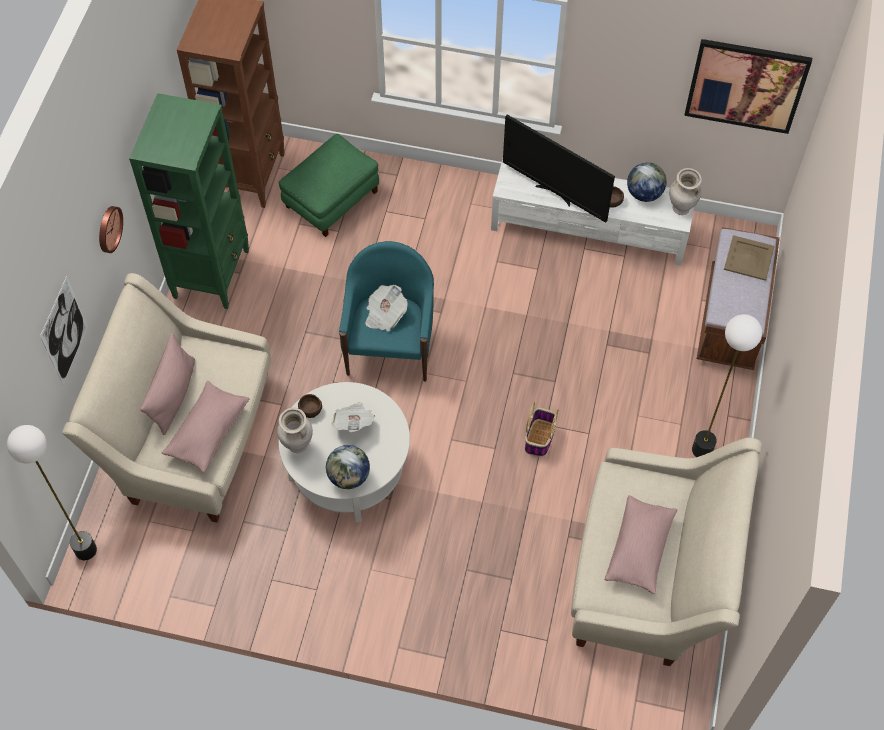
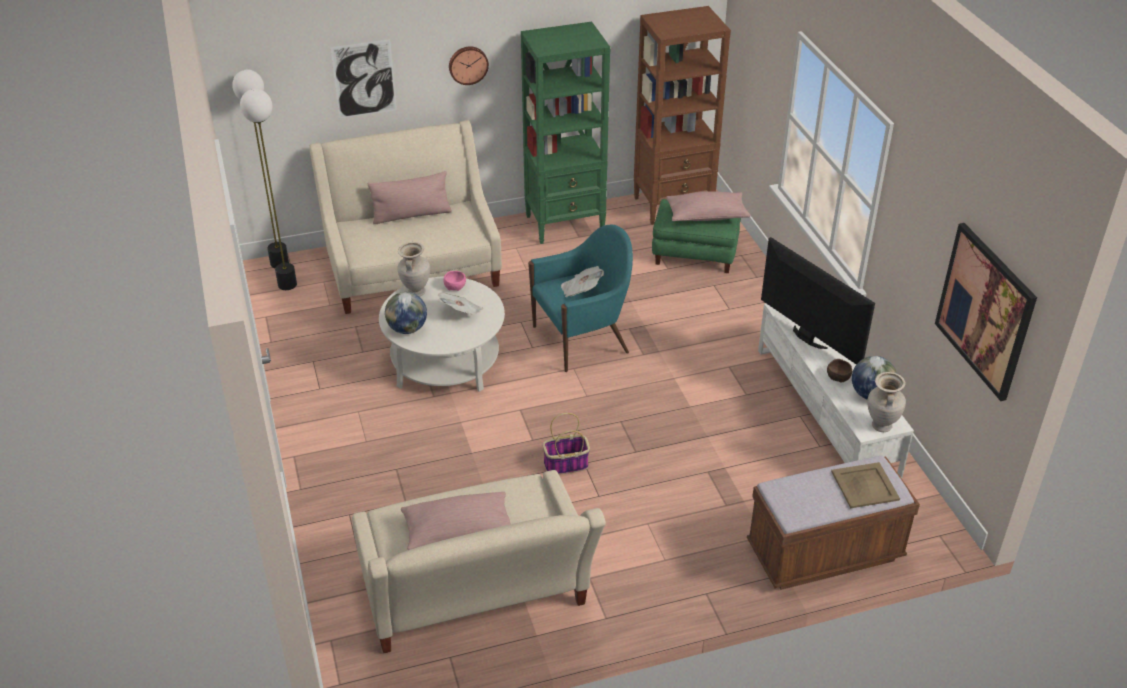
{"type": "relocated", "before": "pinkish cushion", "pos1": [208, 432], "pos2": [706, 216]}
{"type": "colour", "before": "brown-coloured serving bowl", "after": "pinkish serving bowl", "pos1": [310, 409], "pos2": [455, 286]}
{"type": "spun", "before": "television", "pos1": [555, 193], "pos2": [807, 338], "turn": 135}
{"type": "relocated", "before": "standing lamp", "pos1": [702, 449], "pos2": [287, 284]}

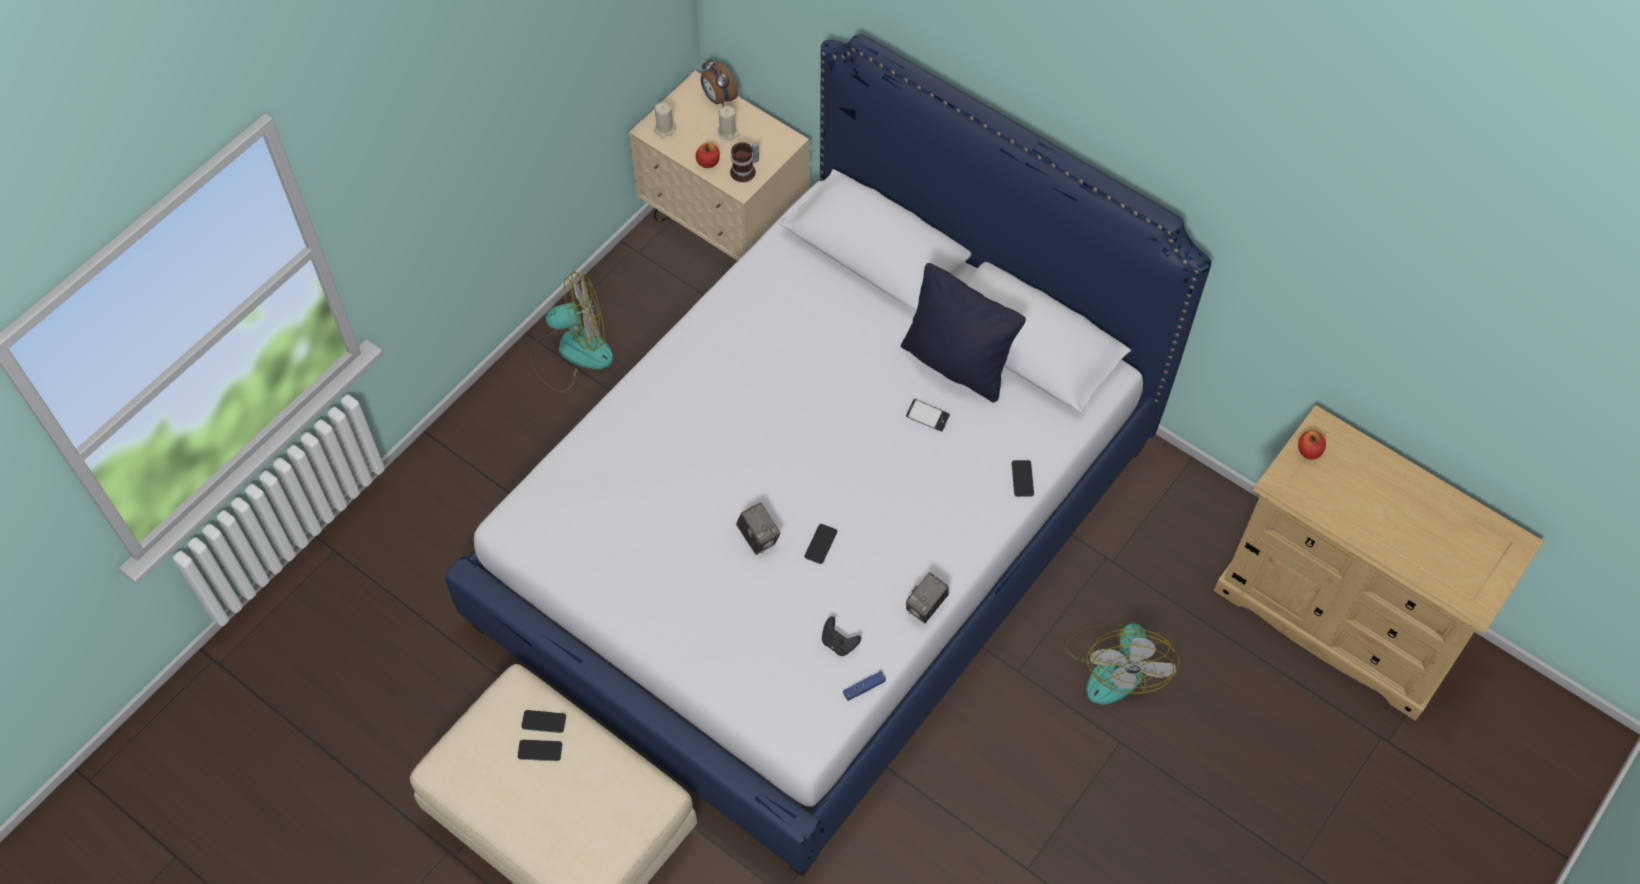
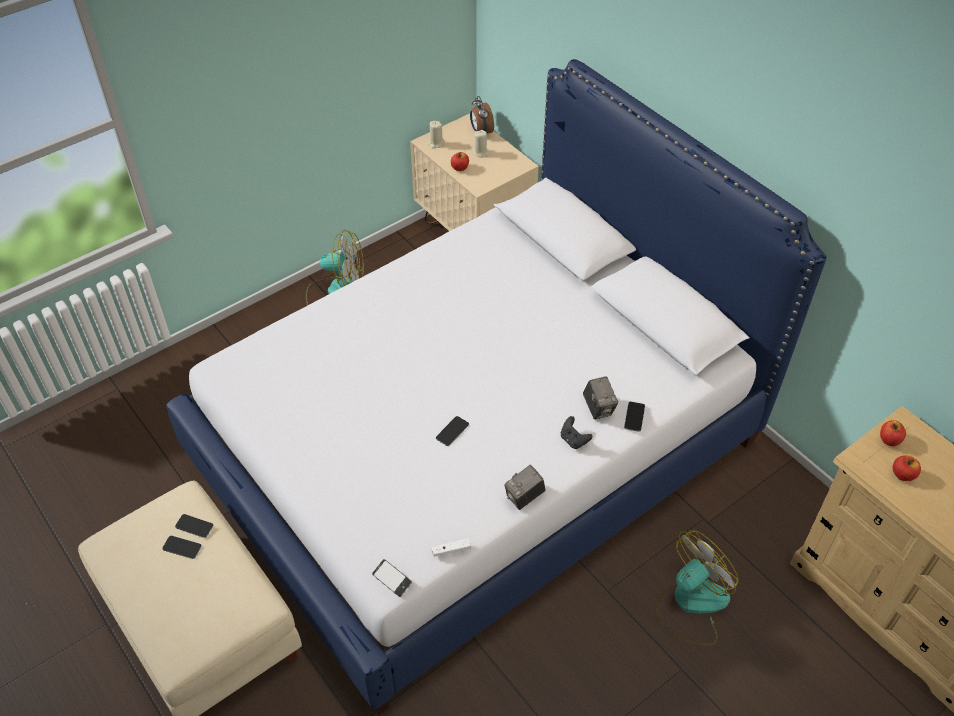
{"type": "missing", "before": "tea mug", "pos1": [745, 171]}
{"type": "relocated", "before": "still camera", "pos1": [758, 538], "pos2": [598, 408]}
{"type": "relocated", "before": "black game controller", "pos1": [839, 643], "pos2": [573, 440]}
{"type": "colour", "before": "bluish game controller", "after": "white game controller", "pos1": [864, 688], "pos2": [451, 550]}
{"type": "missing", "before": "black cushion", "pos1": [957, 363]}
{"type": "relocated", "before": "phone", "pos1": [927, 417], "pos2": [392, 579]}
{"type": "spun", "before": "cooling fan", "pos1": [1115, 665], "pos2": [691, 604], "turn": -150}
{"type": "appeared", "after": "whole apple", "pos2": [903, 474]}

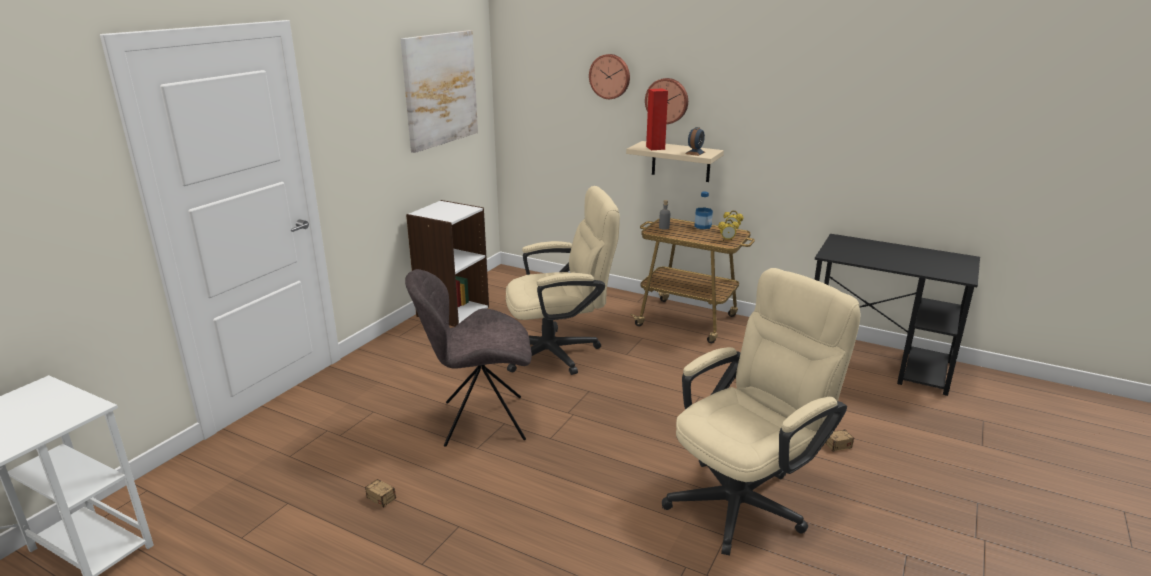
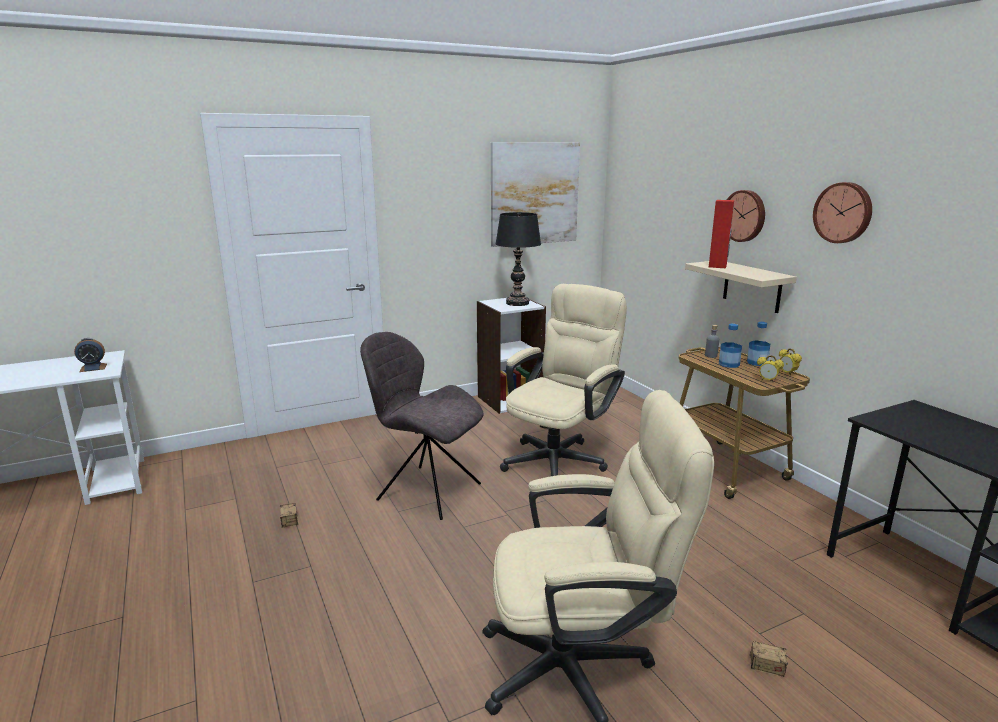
{"type": "spun", "before": "beige-coloured desk chair", "pos1": [559, 352], "pos2": [560, 458], "turn": -75}
{"type": "relocated", "before": "hanging clock", "pos1": [610, 76], "pos2": [843, 212]}
{"type": "relocated", "before": "bedside clock", "pos1": [695, 153], "pos2": [93, 368]}
{"type": "appeared", "after": "black table lamp", "pos2": [517, 303]}
{"type": "appeared", "after": "beverage bottle", "pos2": [729, 364]}

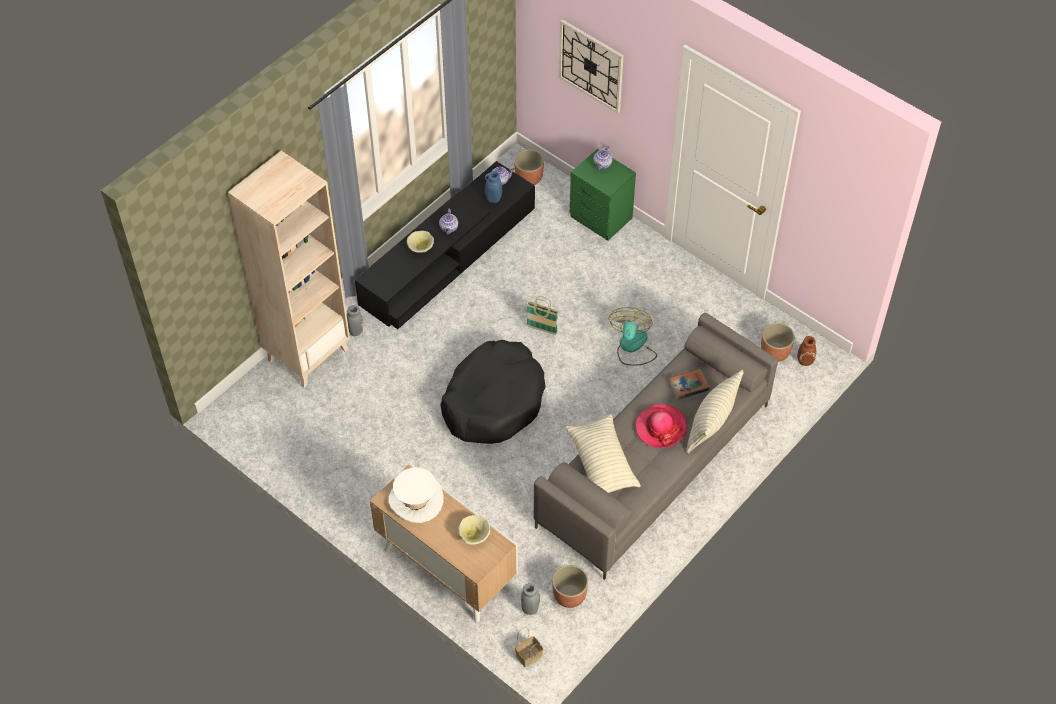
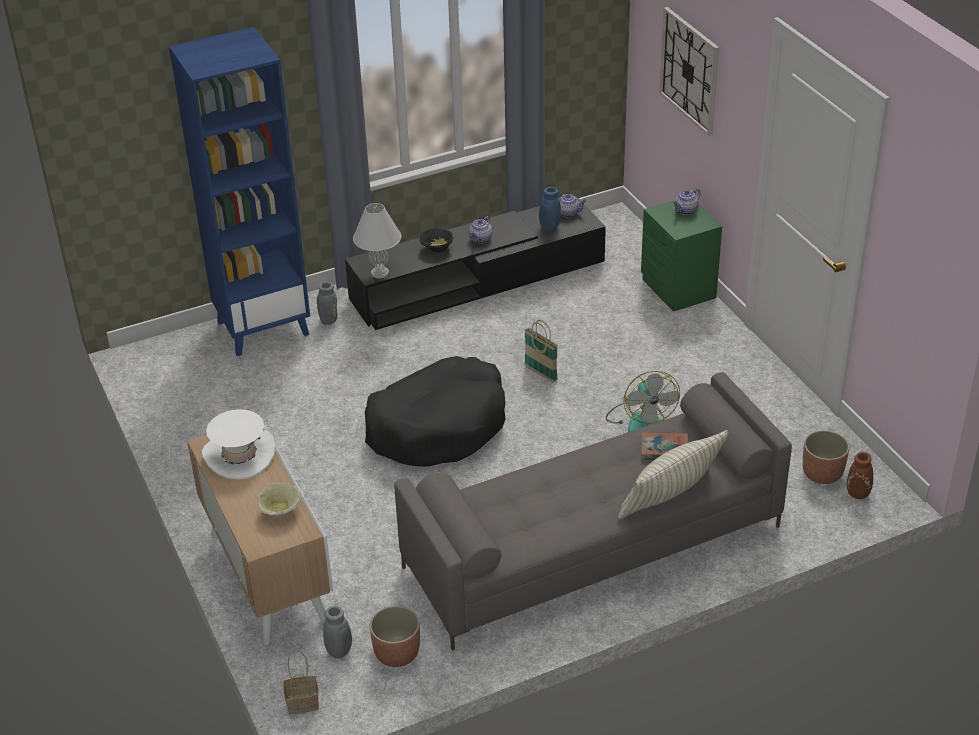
{"type": "colour", "before": "beige-coloured bookcase", "after": "bluish bookcase", "pos1": [308, 354], "pos2": [263, 327]}
{"type": "colour", "before": "beige-coloured serving bowl", "after": "black serving bowl", "pos1": [420, 247], "pos2": [437, 248]}
{"type": "missing", "before": "planter", "pos1": [529, 178]}
{"type": "missing", "before": "cushion", "pos1": [602, 463]}
{"type": "spun", "before": "cooling fan", "pos1": [632, 347], "pos2": [640, 419], "turn": 135}
{"type": "missing", "before": "wearable hat", "pos1": [660, 427]}
{"type": "appeared", "after": "white table lamp", "pos2": [379, 273]}

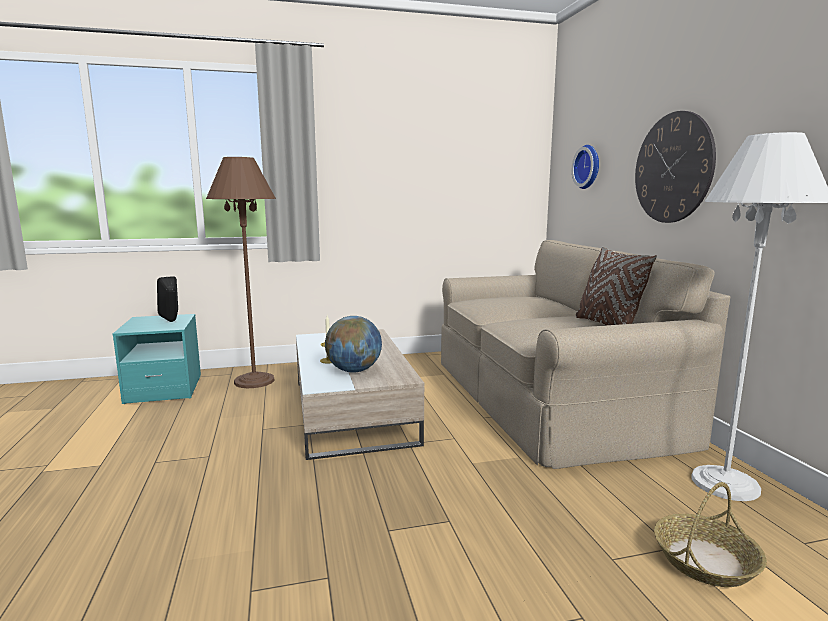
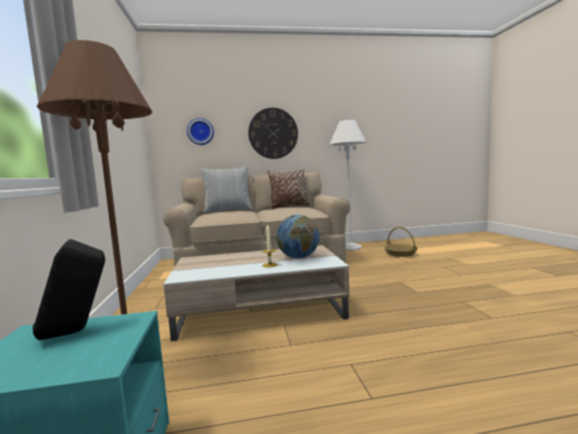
{"type": "appeared", "after": "cushion", "pos2": [228, 210]}

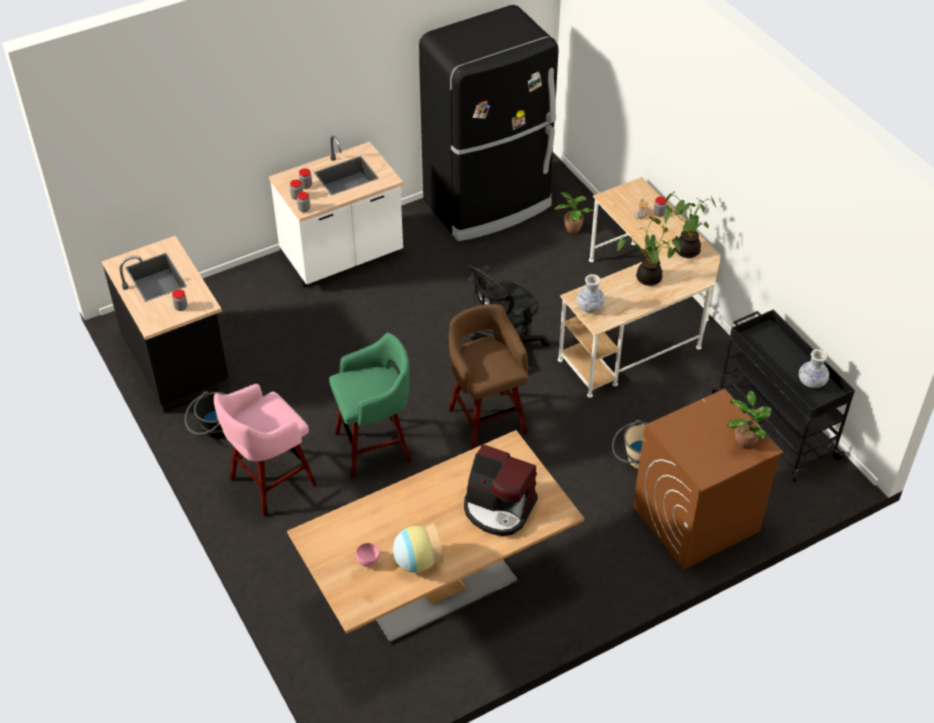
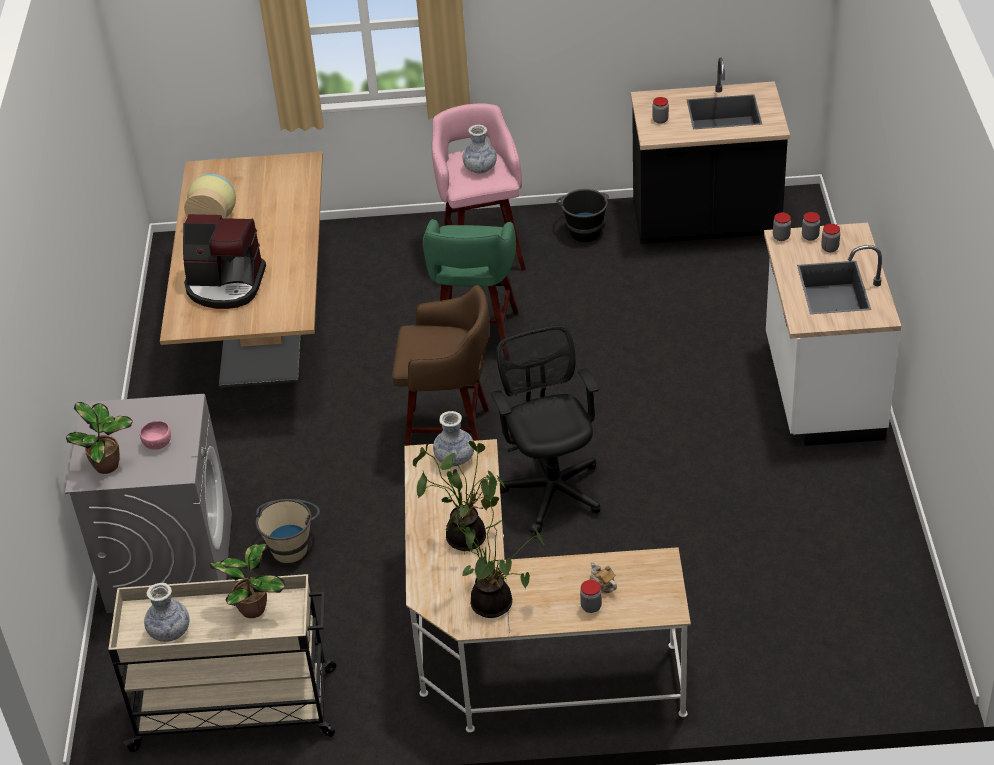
{"type": "relocated", "before": "pinkish serving bowl", "pos1": [368, 560], "pos2": [158, 443]}
{"type": "missing", "before": "black refrigerator", "pos1": [489, 204]}
{"type": "spun", "before": "coffee brewer", "pos1": [498, 508], "pos2": [225, 285], "turn": -135}
{"type": "relocated", "before": "plant in a pot", "pos1": [571, 228], "pos2": [254, 607]}
{"type": "colour", "before": "brown-coloured laundry machine", "after": "grey laundry machine", "pos1": [695, 519], "pos2": [170, 561]}
{"type": "colour", "before": "black wheeled cart", "after": "beige-coloured wheeled cart", "pos1": [773, 425], "pos2": [237, 709]}
{"type": "appeared", "after": "decorative vase", "pos2": [480, 168]}

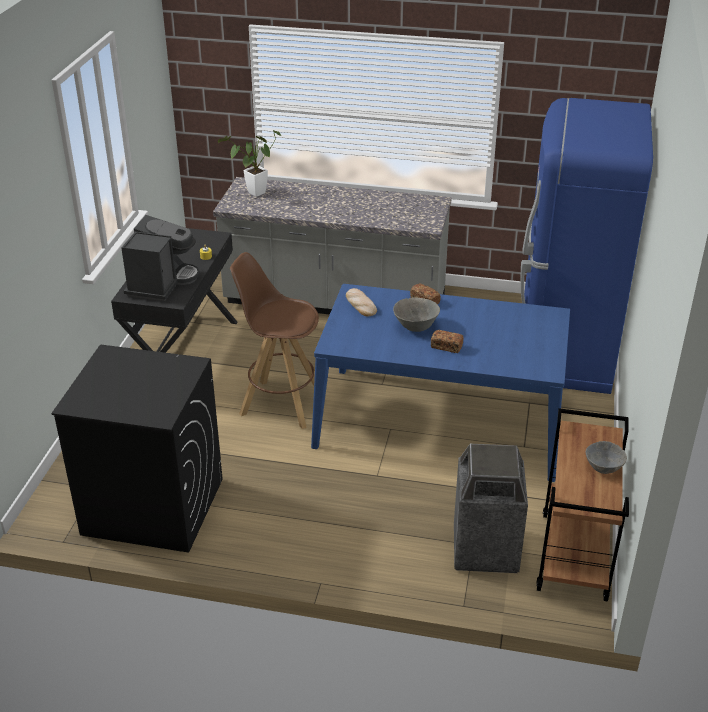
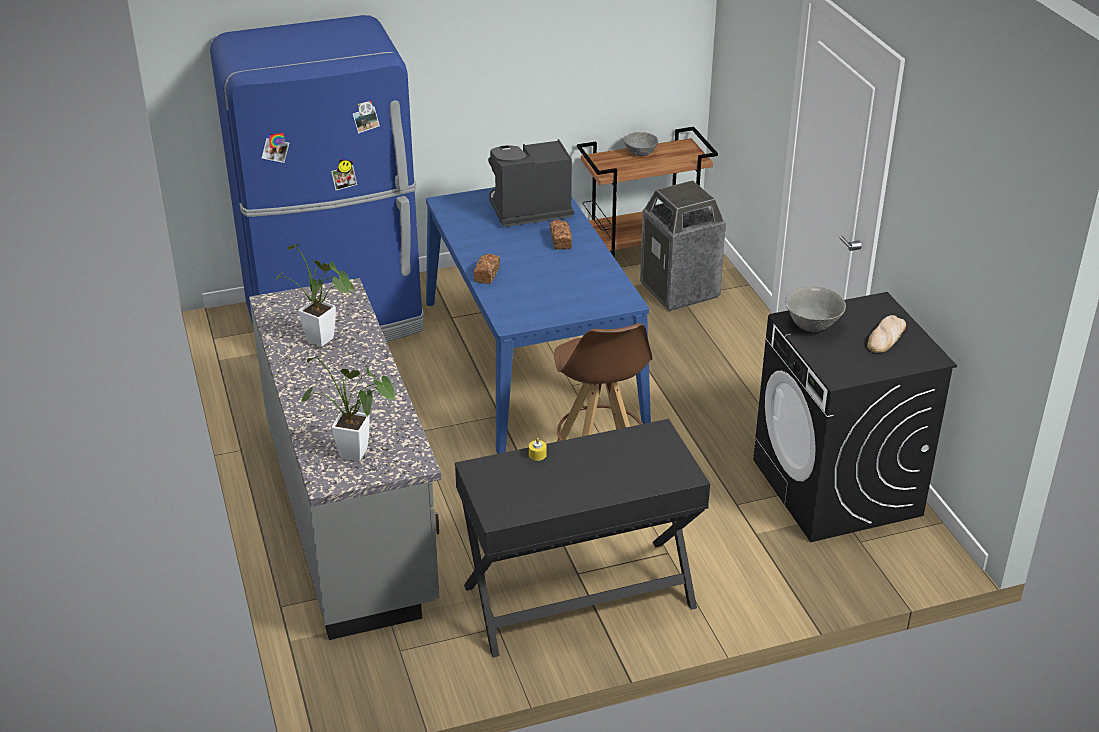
{"type": "relocated", "before": "coffee brewer", "pos1": [161, 283], "pos2": [528, 210]}
{"type": "relocated", "before": "bread", "pos1": [360, 304], "pos2": [886, 337]}
{"type": "relocated", "before": "grey serving bowl", "pos1": [415, 327], "pos2": [812, 326]}
{"type": "appeared", "after": "plant in a pot", "pos2": [325, 342]}

